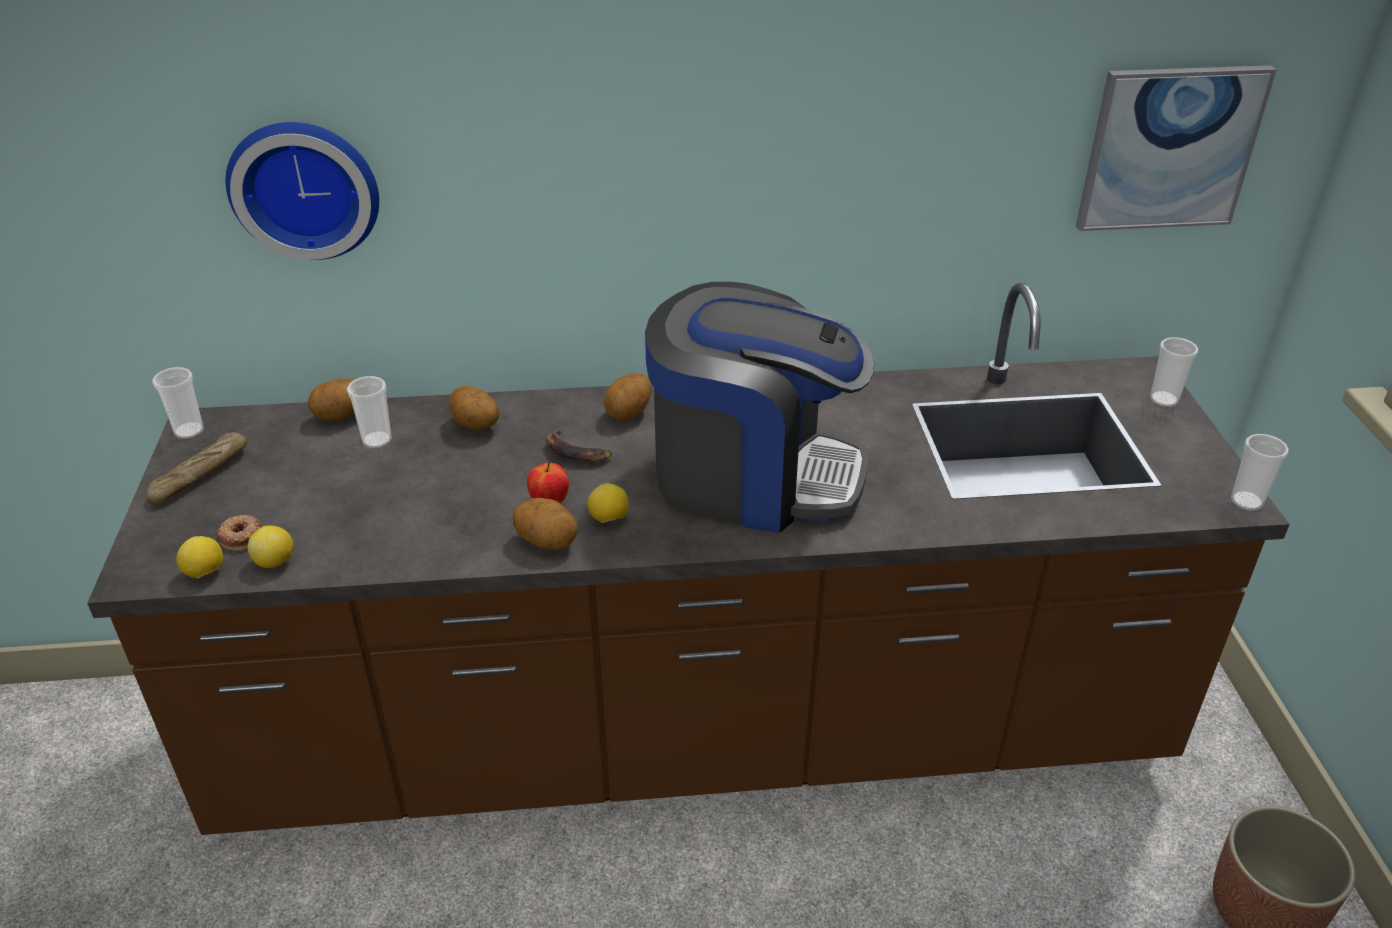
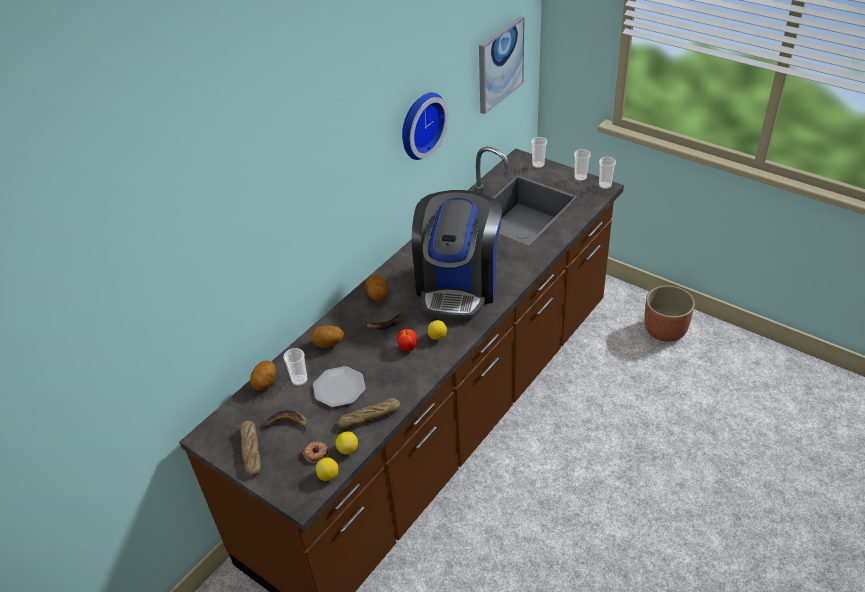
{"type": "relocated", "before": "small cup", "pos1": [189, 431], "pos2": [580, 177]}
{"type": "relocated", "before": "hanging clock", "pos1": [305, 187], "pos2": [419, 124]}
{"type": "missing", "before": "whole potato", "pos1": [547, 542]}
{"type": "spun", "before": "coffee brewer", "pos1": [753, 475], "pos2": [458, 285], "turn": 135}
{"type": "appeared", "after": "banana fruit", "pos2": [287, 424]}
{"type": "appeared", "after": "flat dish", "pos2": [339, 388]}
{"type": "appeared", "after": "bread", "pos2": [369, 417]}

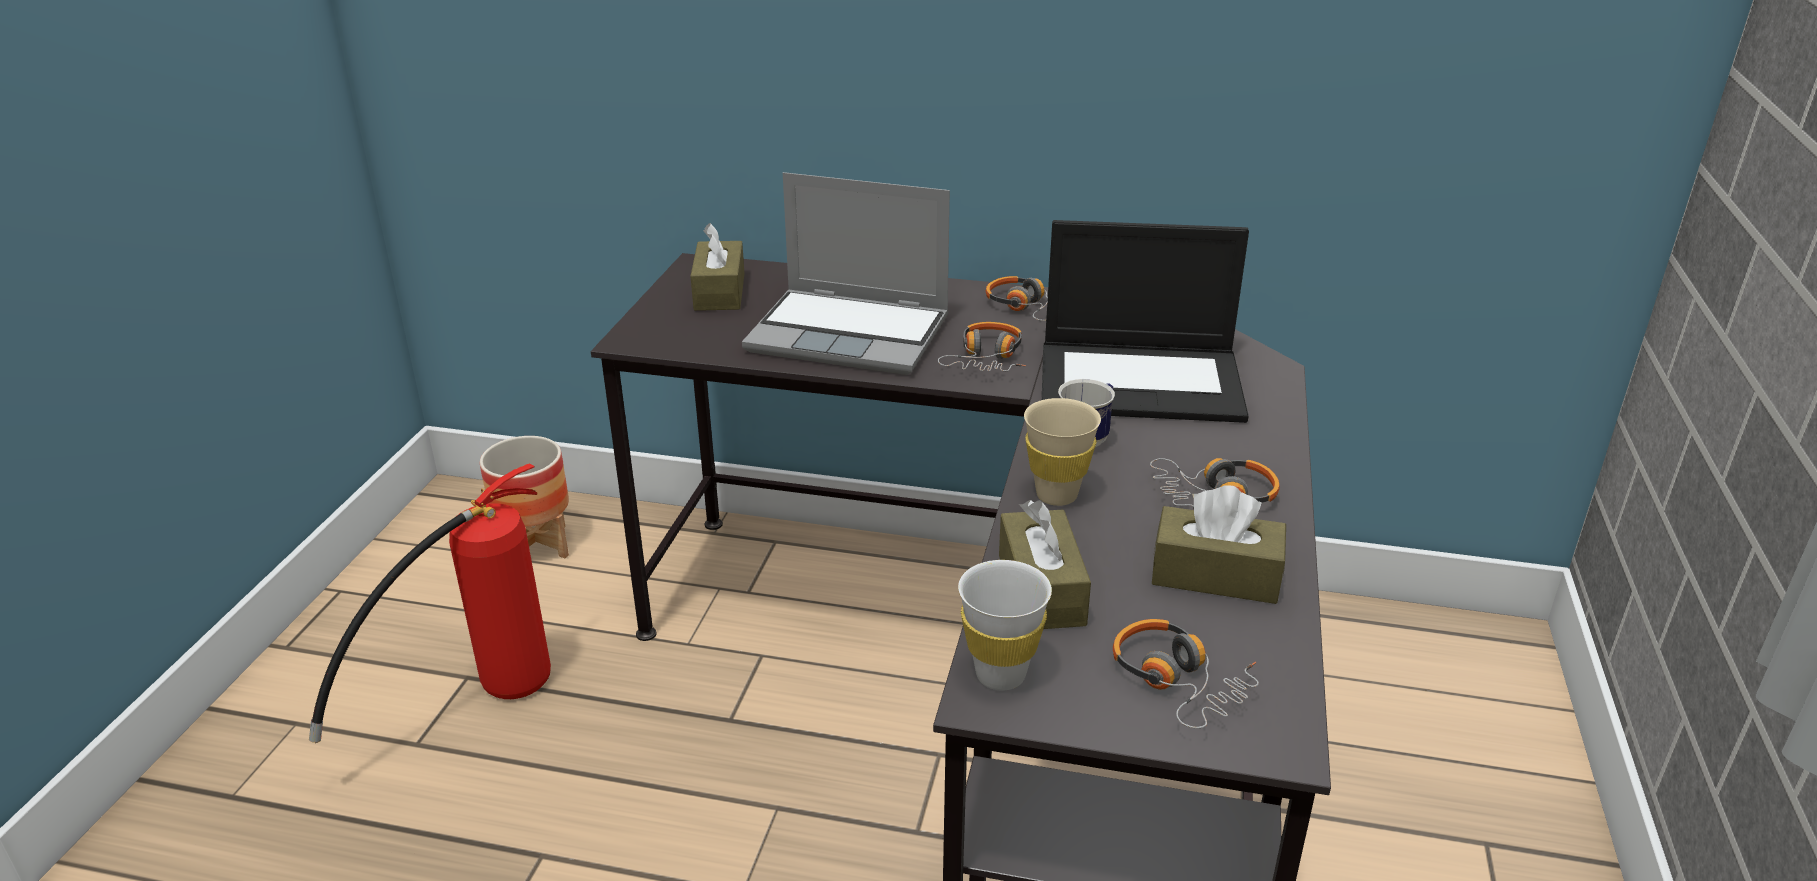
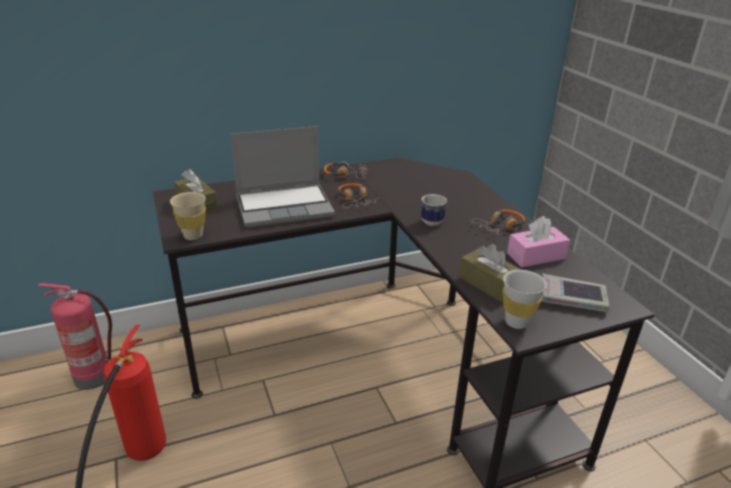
{"type": "exchanged", "before": "planter", "after": "fire-fighting cylinder", "pos1": [537, 546], "pos2": [95, 376]}
{"type": "relocated", "before": "beige-coloured small cup", "pos1": [1056, 495], "pos2": [193, 236]}
{"type": "missing", "before": "laptop", "pos1": [1142, 381]}
{"type": "exchanged", "before": "headset", "after": "bound book", "pos1": [1179, 681], "pos2": [572, 298]}
{"type": "colour", "before": "brown-coloured tissue box", "after": "pinkish tissue box", "pos1": [1215, 575], "pos2": [536, 256]}

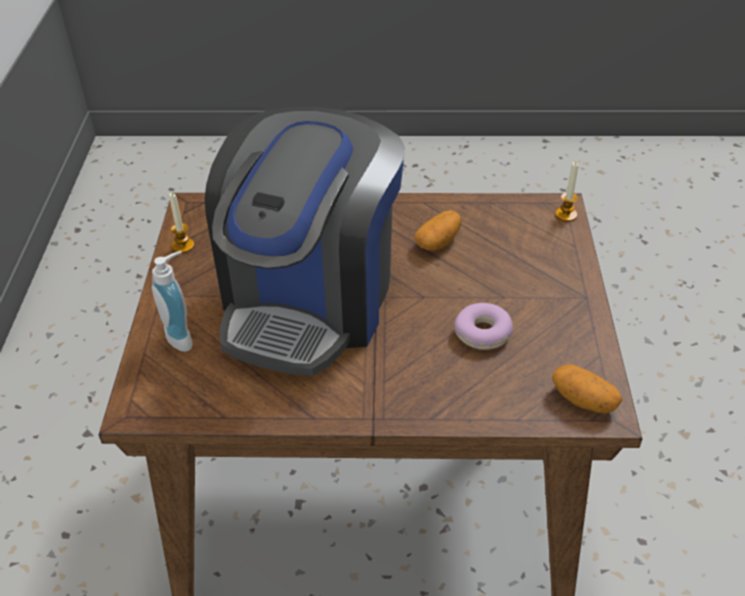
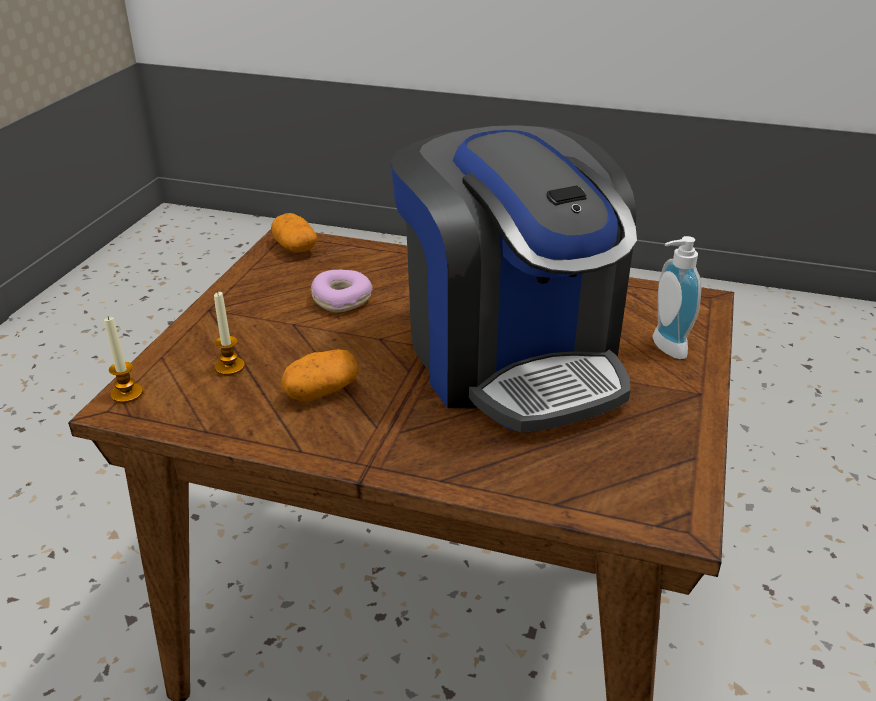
{"type": "relocated", "before": "wax light", "pos1": [183, 246], "pos2": [230, 367]}
{"type": "spun", "before": "coffee brewer", "pos1": [310, 299], "pos2": [511, 357], "turn": 120}

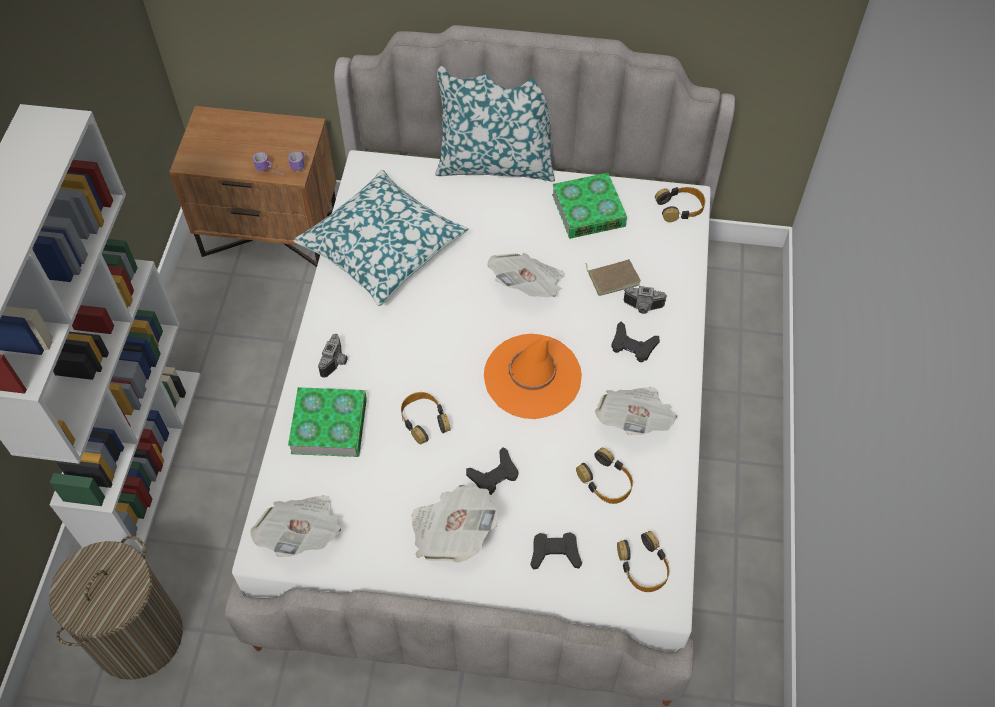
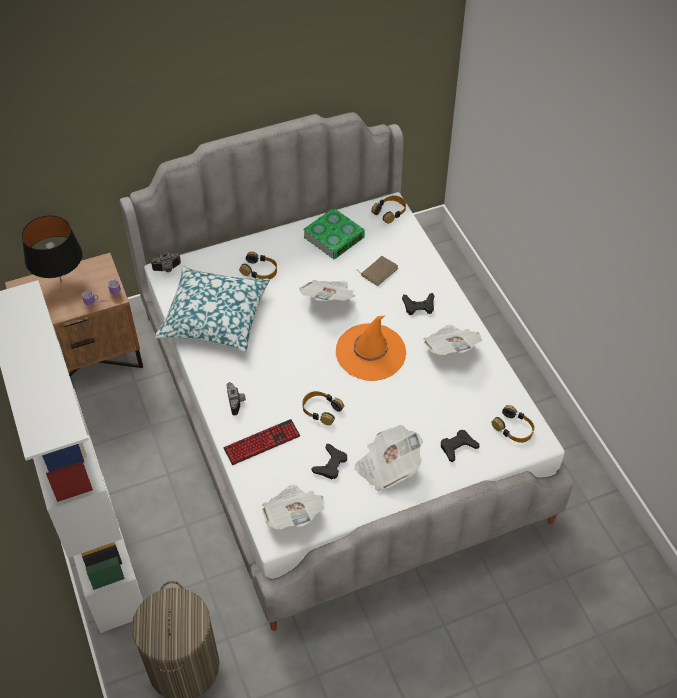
{"type": "exchanged", "before": "bound book", "after": "computer keyboard", "pos1": [329, 426], "pos2": [262, 443]}
{"type": "missing", "before": "cushion", "pos1": [496, 163]}
{"type": "relocated", "before": "black game controller", "pos1": [494, 475], "pos2": [330, 464]}
{"type": "relocated", "before": "headset", "pos1": [606, 481], "pos2": [260, 270]}
{"type": "relocated", "before": "still camera", "pos1": [643, 308], "pos2": [167, 269]}
{"type": "appeared", "after": "black table lamp", "pos2": [61, 281]}

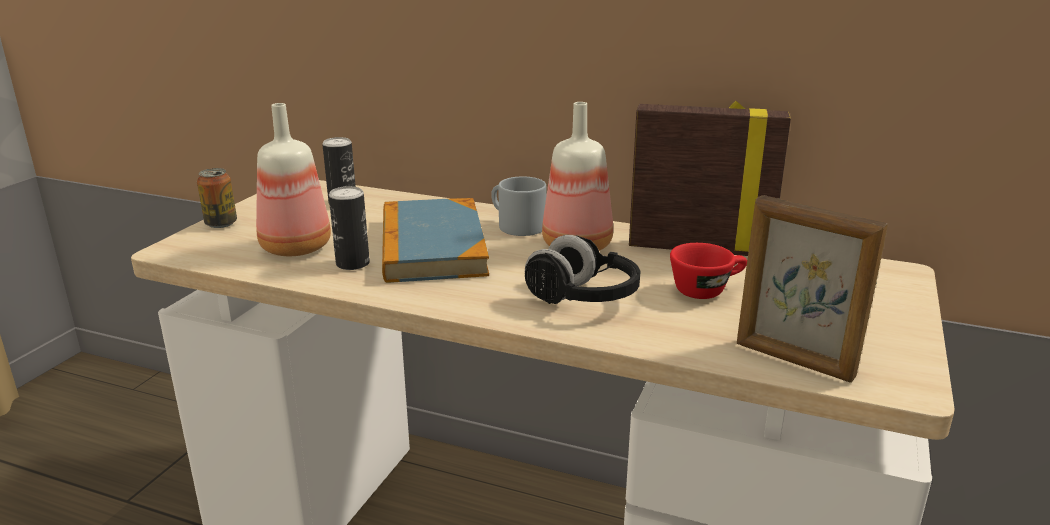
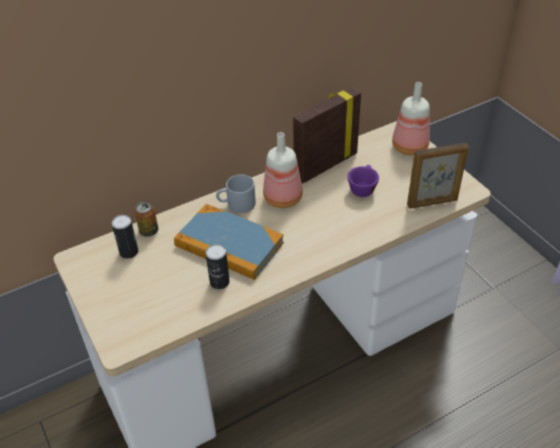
{"type": "relocated", "before": "metal can", "pos1": [221, 223], "pos2": [149, 231]}
{"type": "relocated", "before": "beverage bottle", "pos1": [293, 248], "pos2": [409, 148]}
{"type": "missing", "before": "black headset", "pos1": [582, 298]}
{"type": "colour", "before": "reddish small cup", "after": "purplish small cup", "pos1": [706, 290], "pos2": [362, 188]}

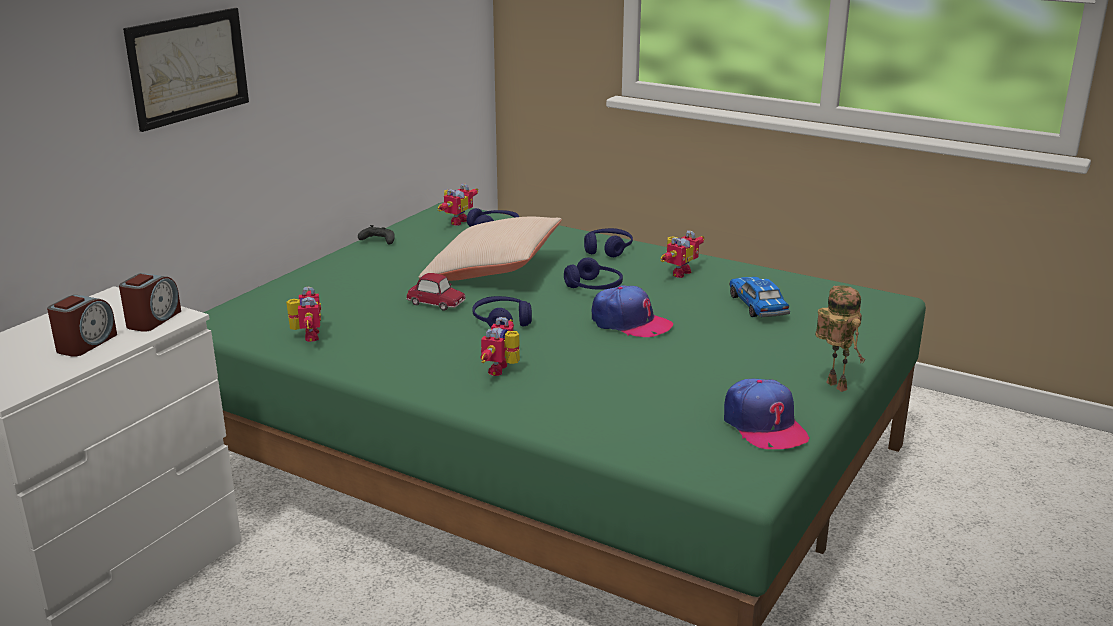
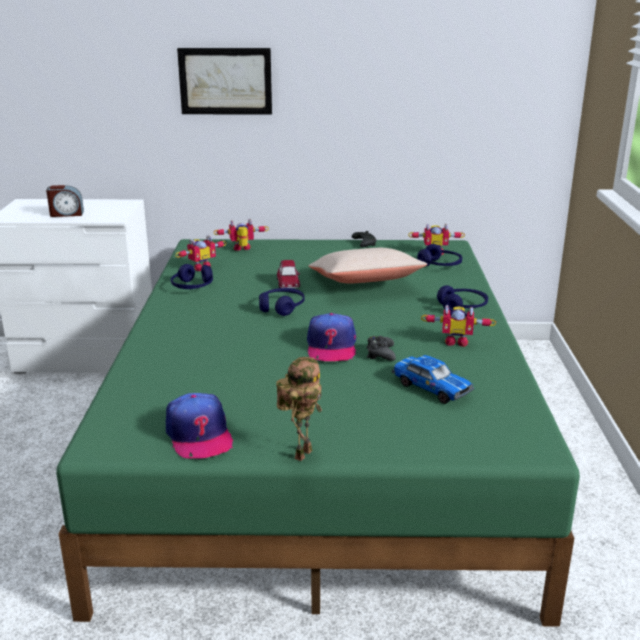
{"type": "missing", "before": "bedside clock", "pos1": [153, 320]}
{"type": "relocated", "before": "toy robot", "pos1": [503, 370], "pos2": [242, 249]}
{"type": "relocated", "before": "bluish headset", "pos1": [594, 287], "pos2": [193, 287]}
{"type": "spun", "before": "peaked cap", "pos1": [764, 425], "pos2": [199, 435], "turn": -60}
{"type": "spun", "before": "miniature car", "pos1": [758, 306], "pos2": [431, 387], "turn": 90}
{"type": "appeared", "after": "black game controller", "pos2": [380, 354]}

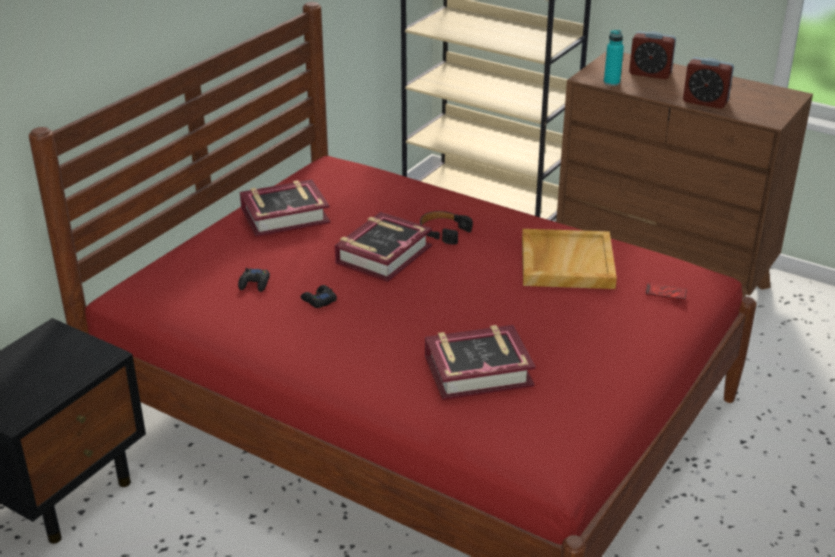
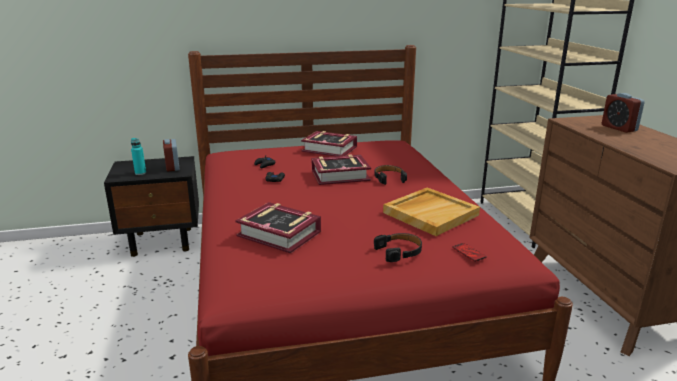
{"type": "relocated", "before": "turquoise-coloured beverage bottle", "pos1": [611, 83], "pos2": [140, 173]}
{"type": "relocated", "before": "bedside clock", "pos1": [705, 102], "pos2": [172, 167]}
{"type": "appeared", "after": "black headset", "pos2": [399, 251]}

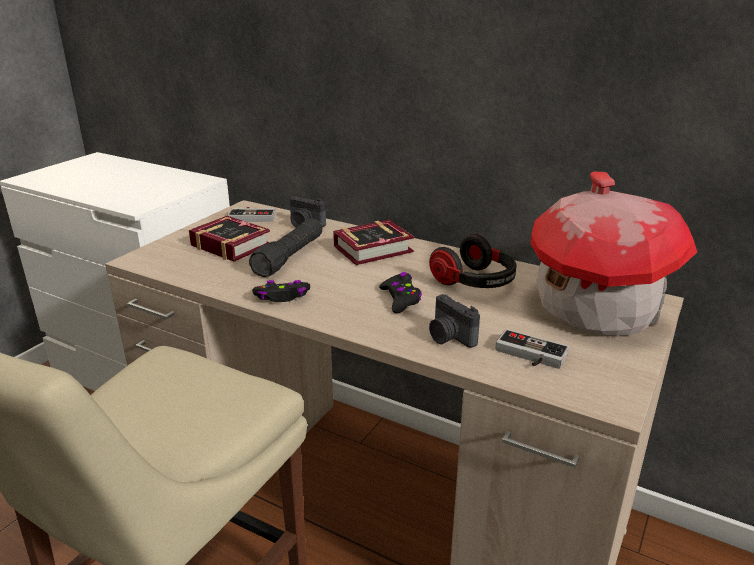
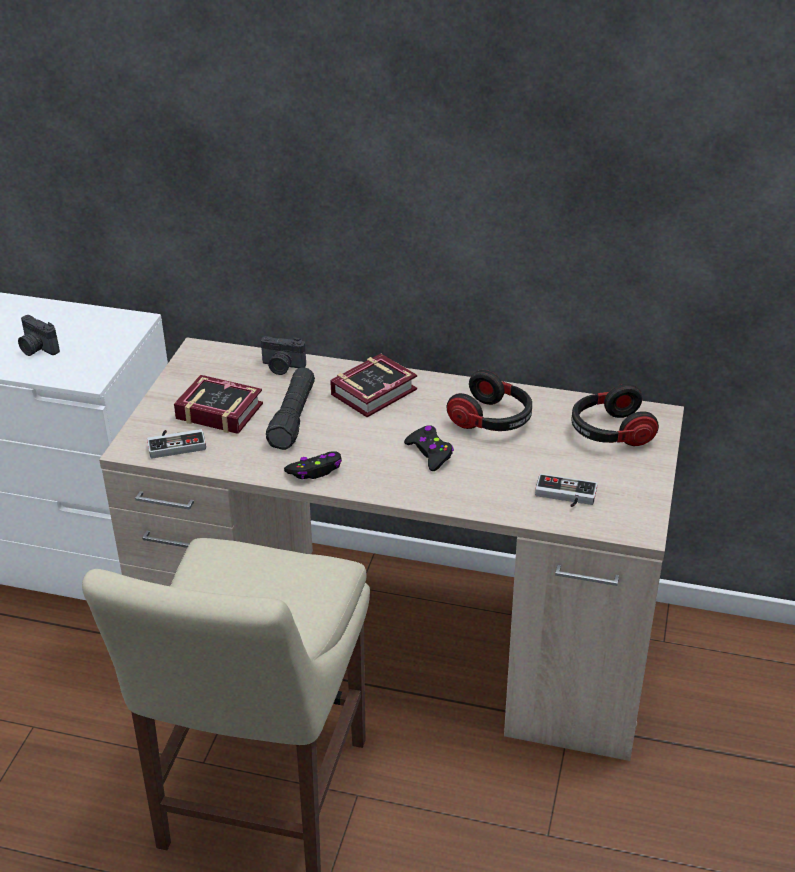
{"type": "relocated", "before": "game controller", "pos1": [253, 216], "pos2": [176, 443]}
{"type": "relocated", "before": "still camera", "pos1": [449, 337], "pos2": [37, 349]}
{"type": "exchanged", "before": "toy house", "after": "headset", "pos1": [596, 308], "pos2": [609, 432]}

